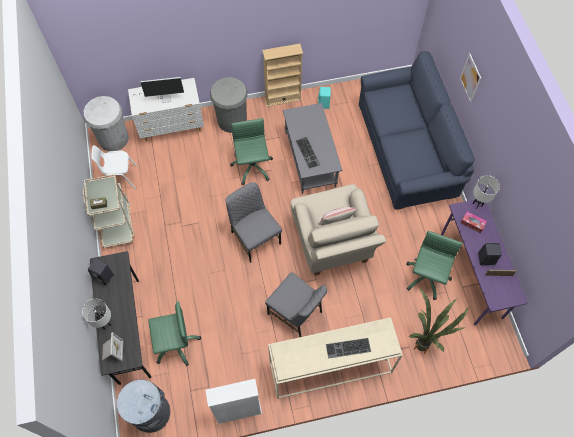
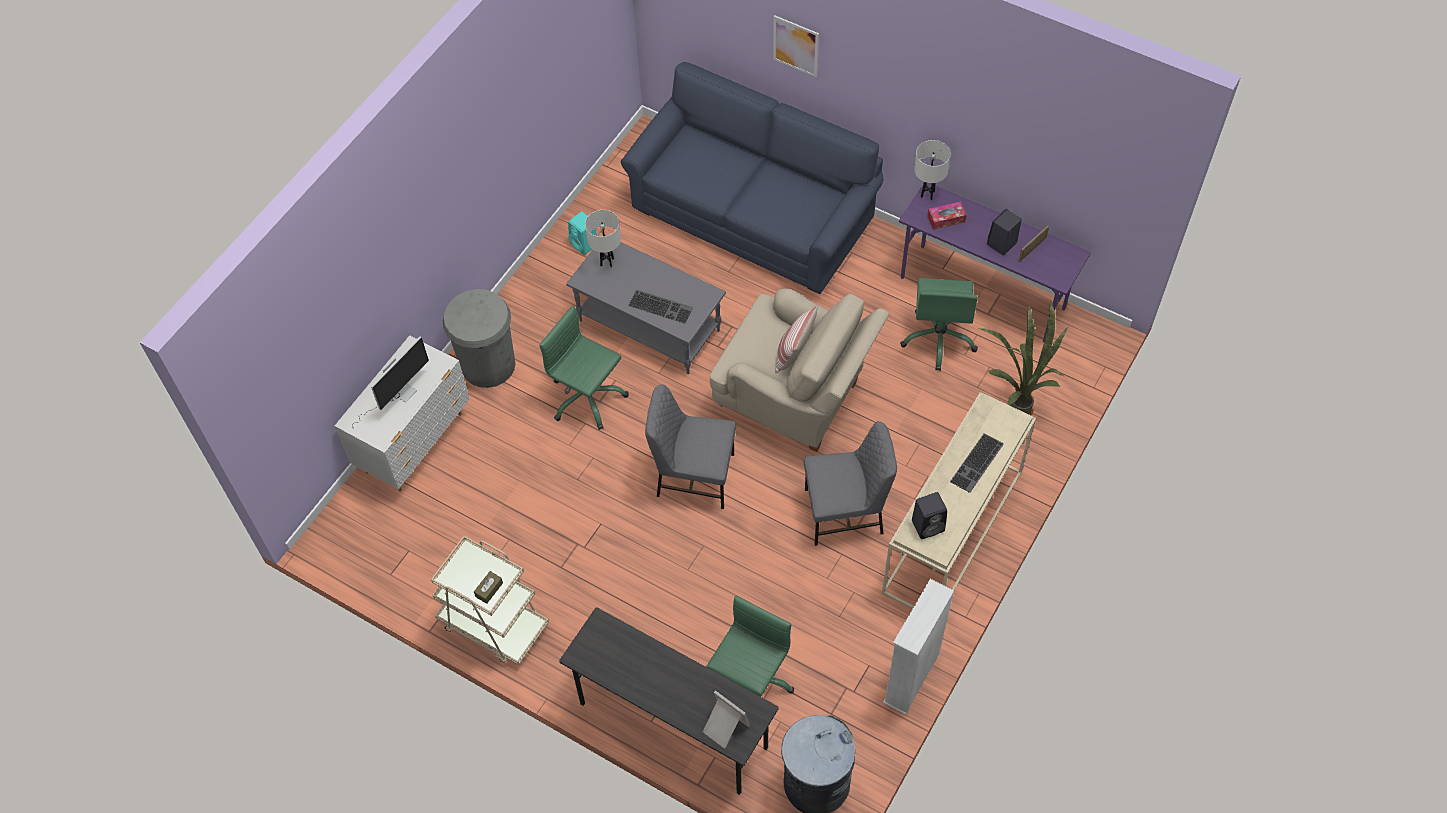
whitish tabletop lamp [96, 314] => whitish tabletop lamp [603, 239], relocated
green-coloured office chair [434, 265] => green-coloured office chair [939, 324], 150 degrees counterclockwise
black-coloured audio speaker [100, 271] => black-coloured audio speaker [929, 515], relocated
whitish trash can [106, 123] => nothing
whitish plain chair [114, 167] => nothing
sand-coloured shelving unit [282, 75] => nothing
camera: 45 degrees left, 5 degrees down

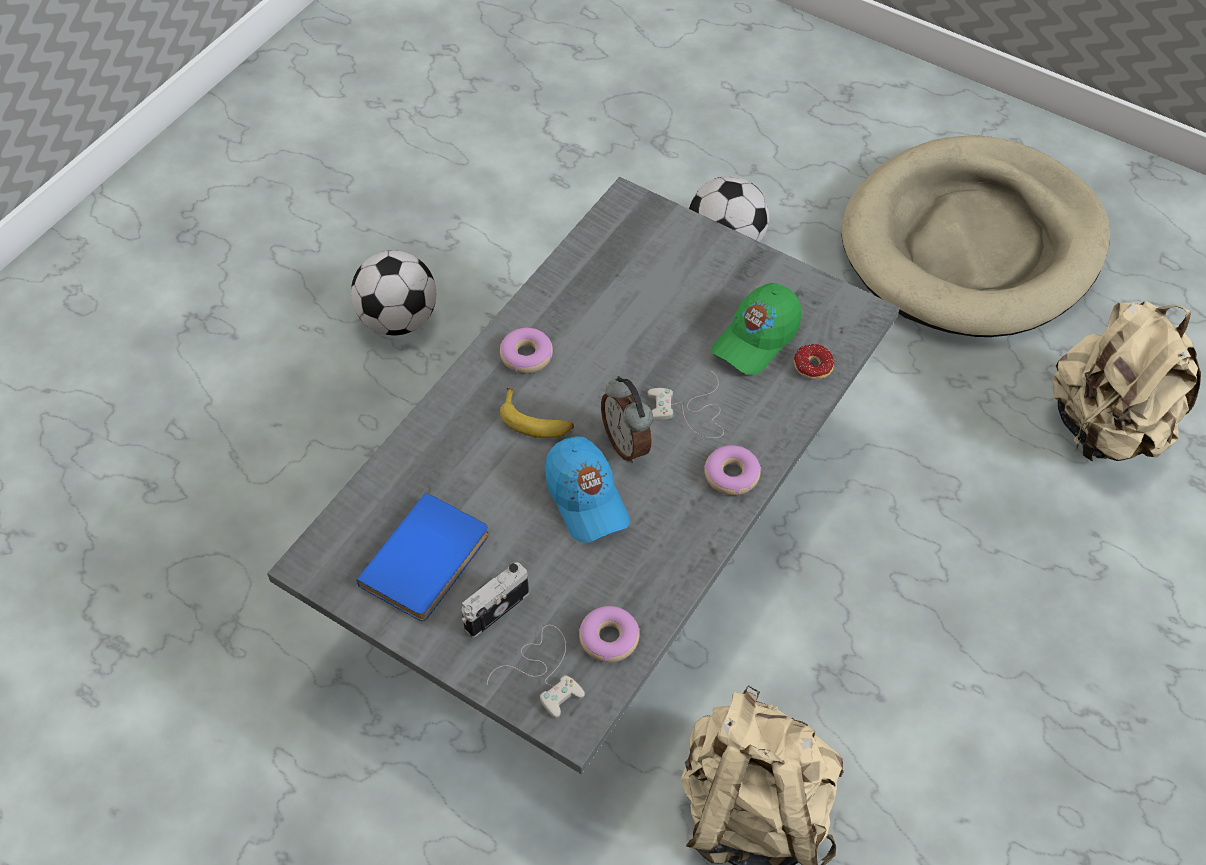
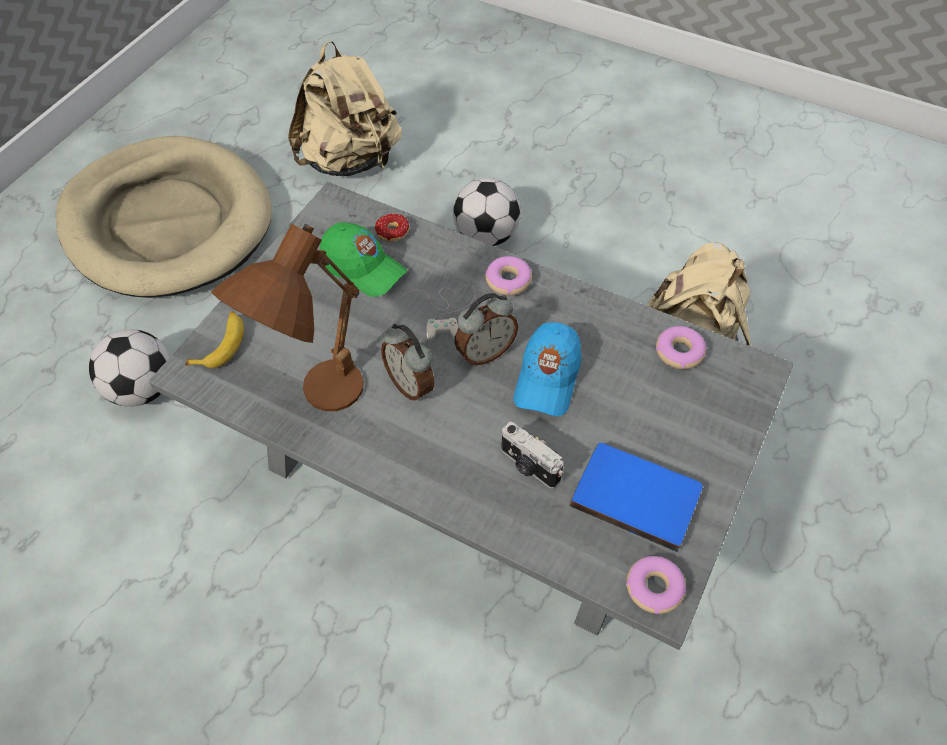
banana fruit [537, 413] => banana fruit [214, 339], relocated
nothing => brown-coloured tabletop lamp [287, 317]
nothing => table clock [407, 363]
football ball [393, 293] => football ball [487, 212], relocated
still camera [495, 600] => still camera [532, 455], relocated
blue peaked cap [587, 489] => blue peaked cap [547, 369], 135 degrees clockwise
donut [526, 350] => donut [656, 585], relocated
whitish joypad [536, 671] => nothing
camera: 95 degrees left, 0 degrees up

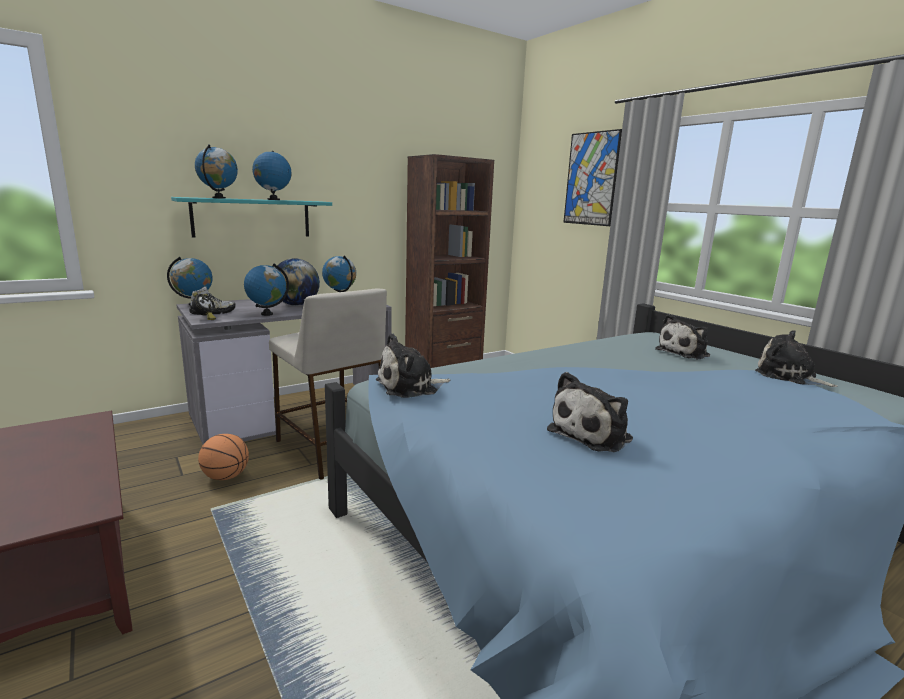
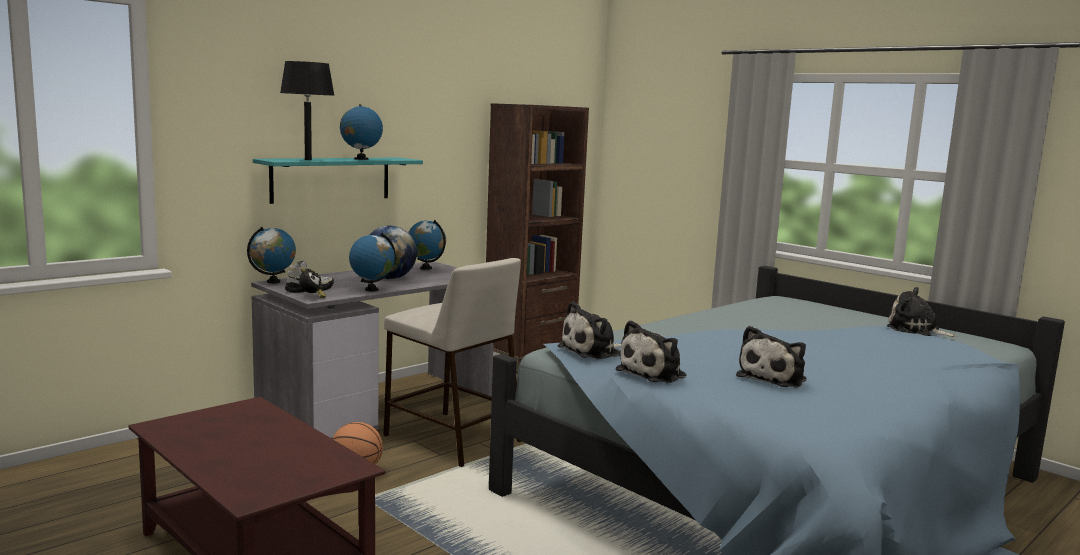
desk globe [216, 171] => black-coloured tabletop lamp [307, 110]
plush toy [682, 336] => plush toy [651, 351], relocated
wall art [592, 177] => nothing
camera: 10 degrees left, 5 degrees down

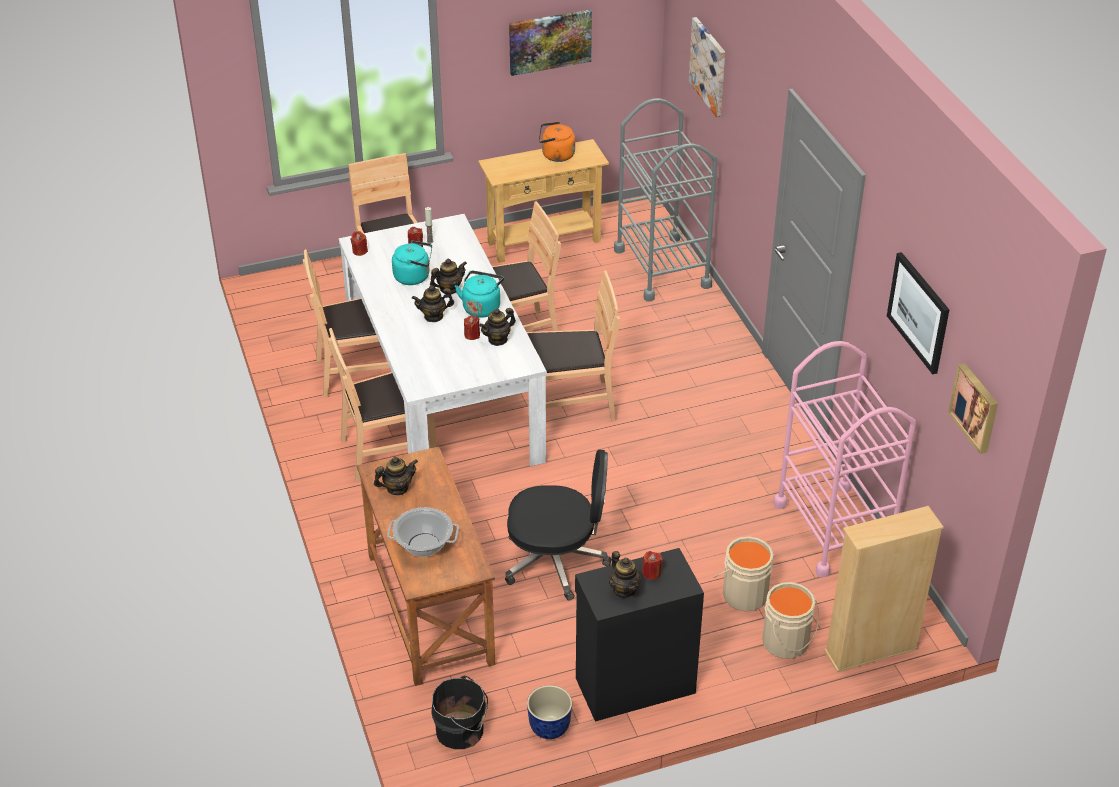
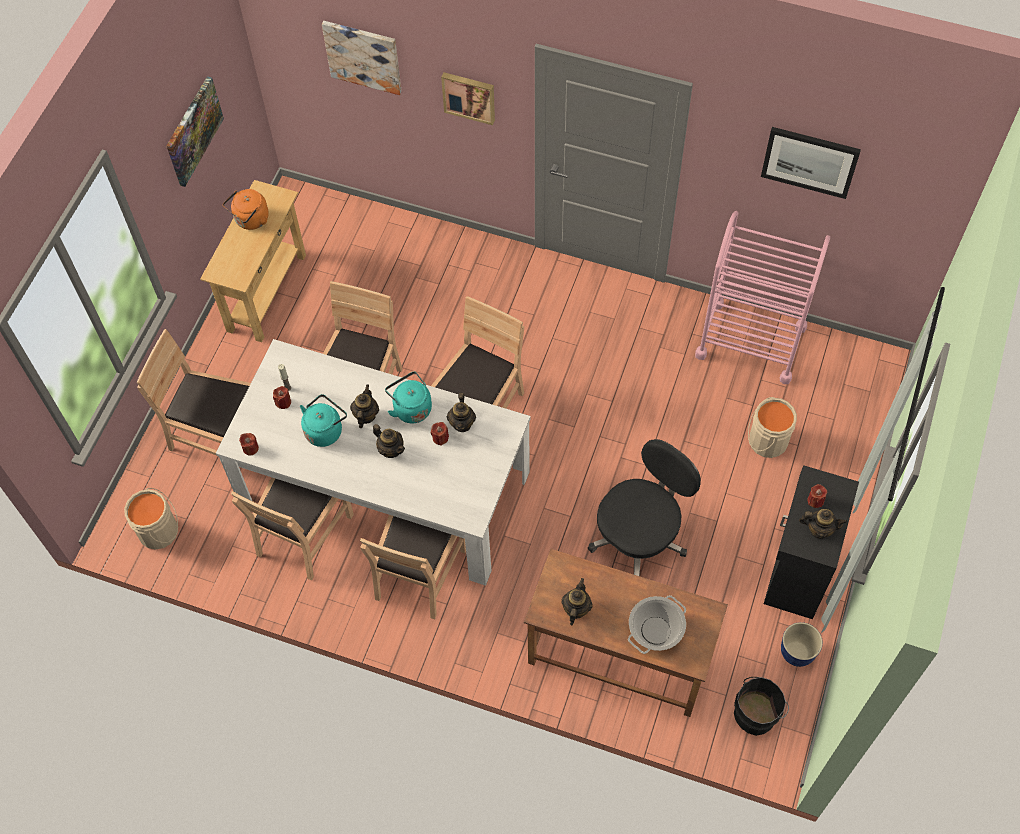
sand-coloured water bucket [790, 620] => sand-coloured water bucket [151, 519], relocated
teapot [433, 304] => teapot [389, 441], 75 degrees counterclockwise
wall art [973, 408] => wall art [468, 98], relocated
greyish trolley [665, 199] => nothing
sand-coloured shelving unit [884, 589] => nothing
camera: 50 degrees left, 20 degrees up

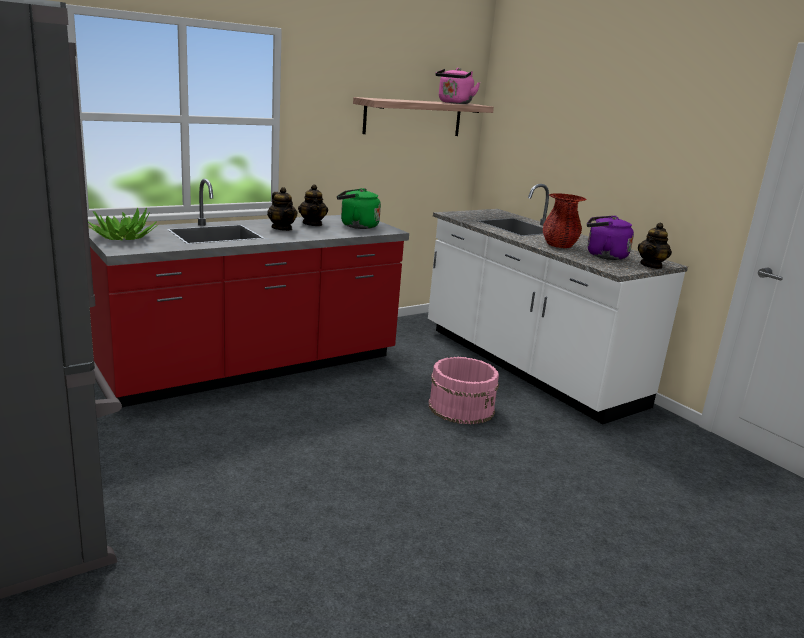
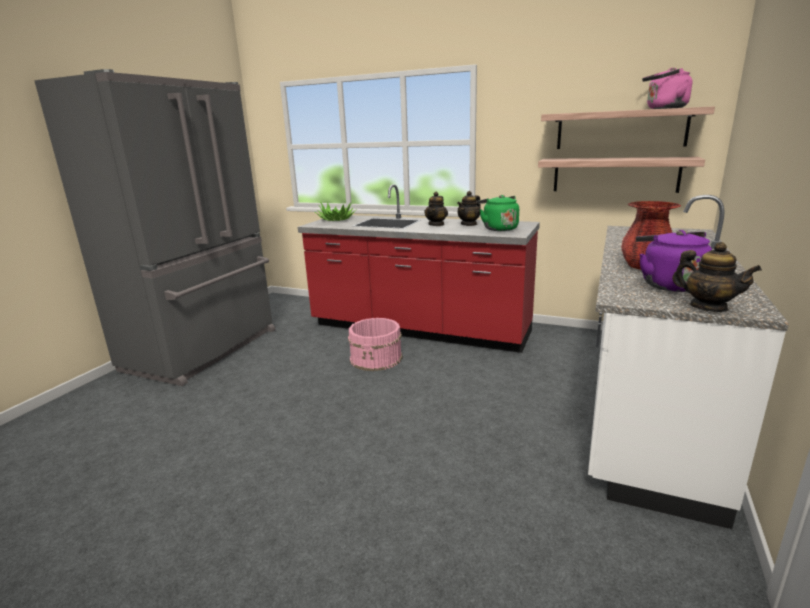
pink-coloured water bucket [463, 391] => pink-coloured water bucket [375, 344], relocated
nothing => bracket shelf [621, 175]
teapot [655, 245] => teapot [717, 277], 135 degrees counterclockwise
camera: 60 degrees right, 0 degrees up

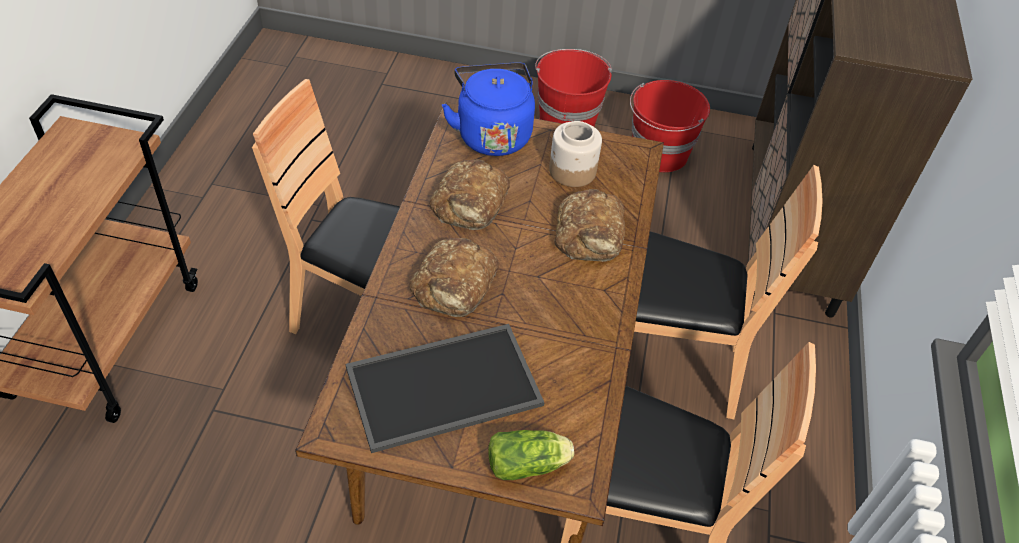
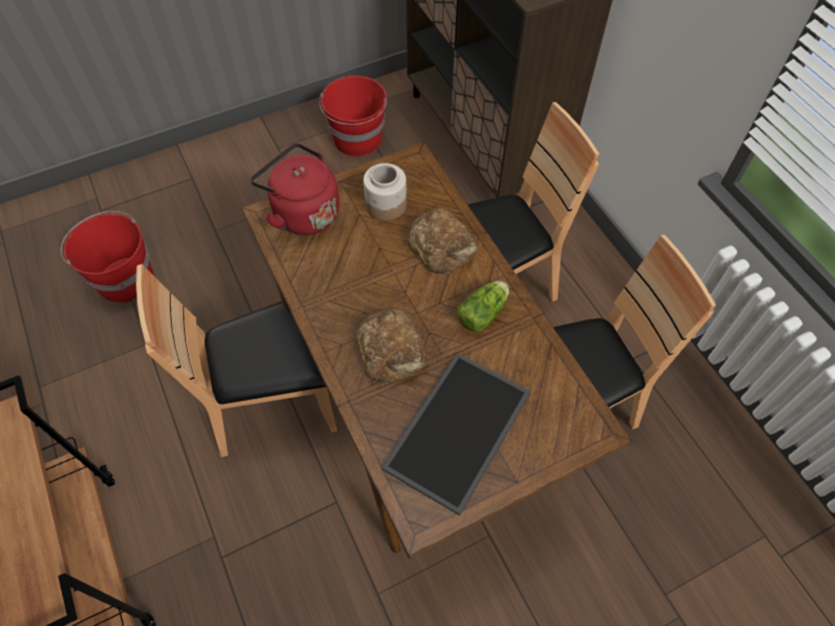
red water bucket [573, 88] => red water bucket [107, 257], relocated
blue tea kettle [488, 109] => red tea kettle [295, 189]
head of lettuce [531, 455] => head of lettuce [483, 306], relocated
bakery bread [469, 195] => nothing
camera: 35 degrees left, 10 degrees up

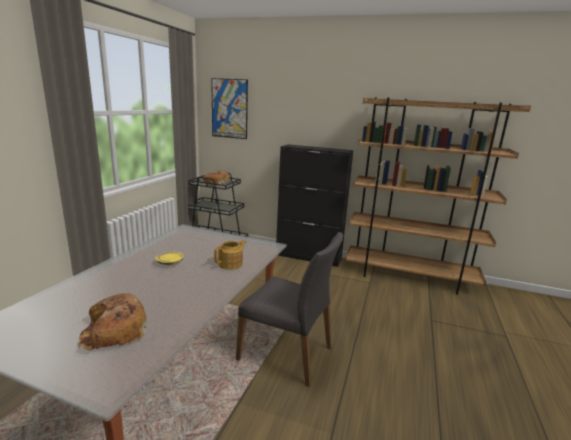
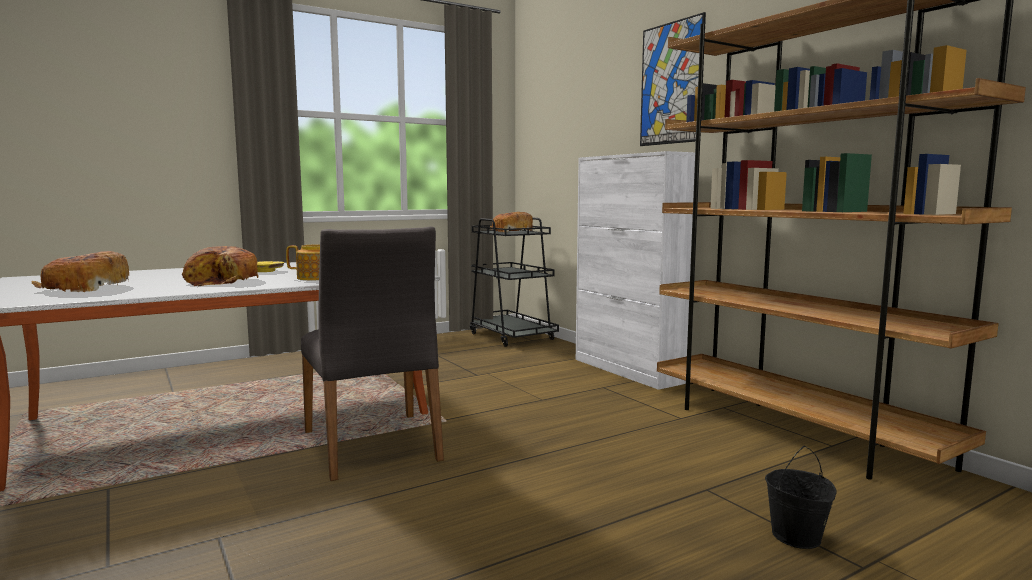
nothing => bakery bread [220, 266]
black-coloured storage cabinet [314, 205] => whitish storage cabinet [635, 270]
wall art [229, 108] => wall art [673, 79], relocated
nothing => black-coloured water bucket [801, 497]
camera: 40 degrees right, 10 degrees down

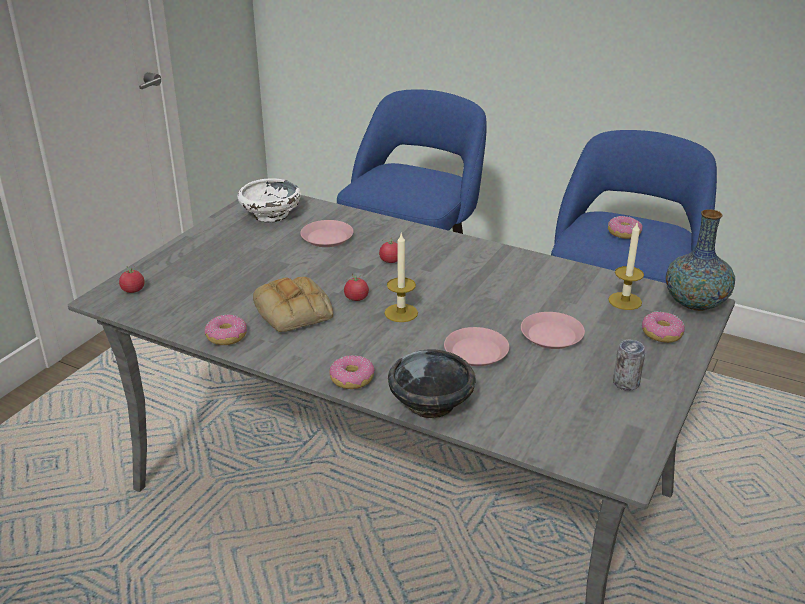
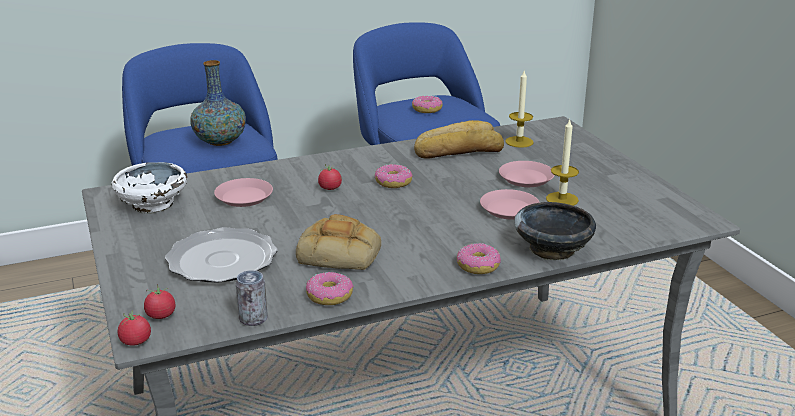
fresh tomato [356, 287] => fresh tomato [134, 328], relocated
nothing => flat dish [221, 255]
vase [700, 260] => vase [218, 103], relocated
metal can [629, 365] => metal can [252, 298], relocated
donut [663, 327] => donut [394, 176], relocated
nothing => bakery bread [459, 139]
candle [401, 277] => candle [562, 162], relocated
camera: 50 degrees left, 5 degrees down

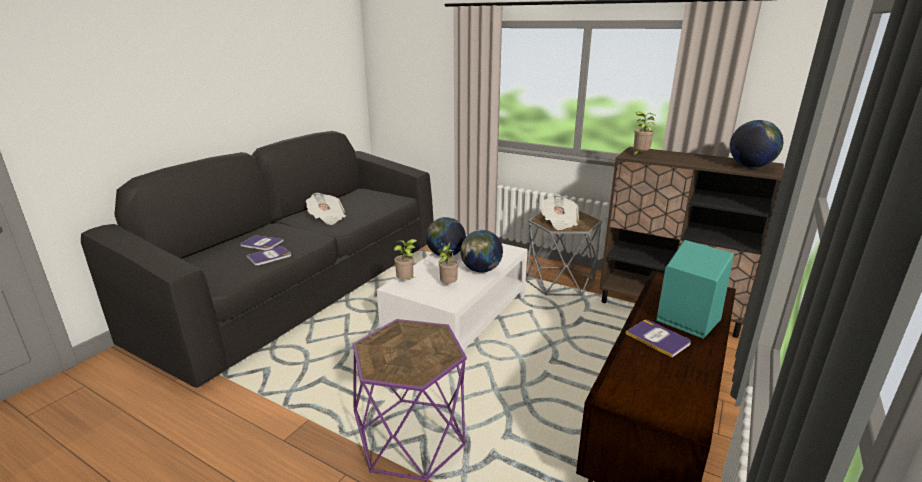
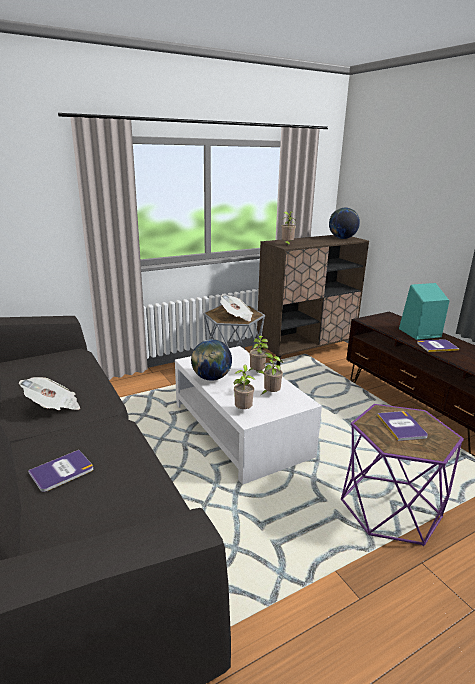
desk globe [481, 251] => houseplant [258, 354]
book [268, 256] => book [402, 426], relocated
camera: 60 degrees left, 0 degrees up

